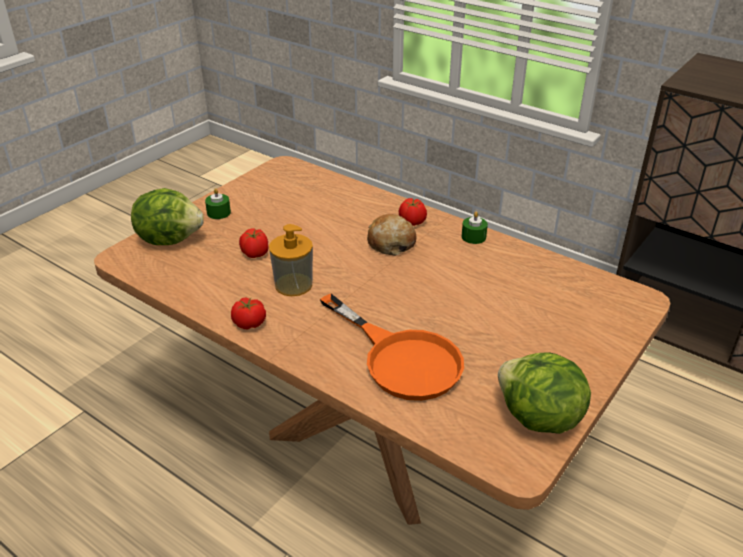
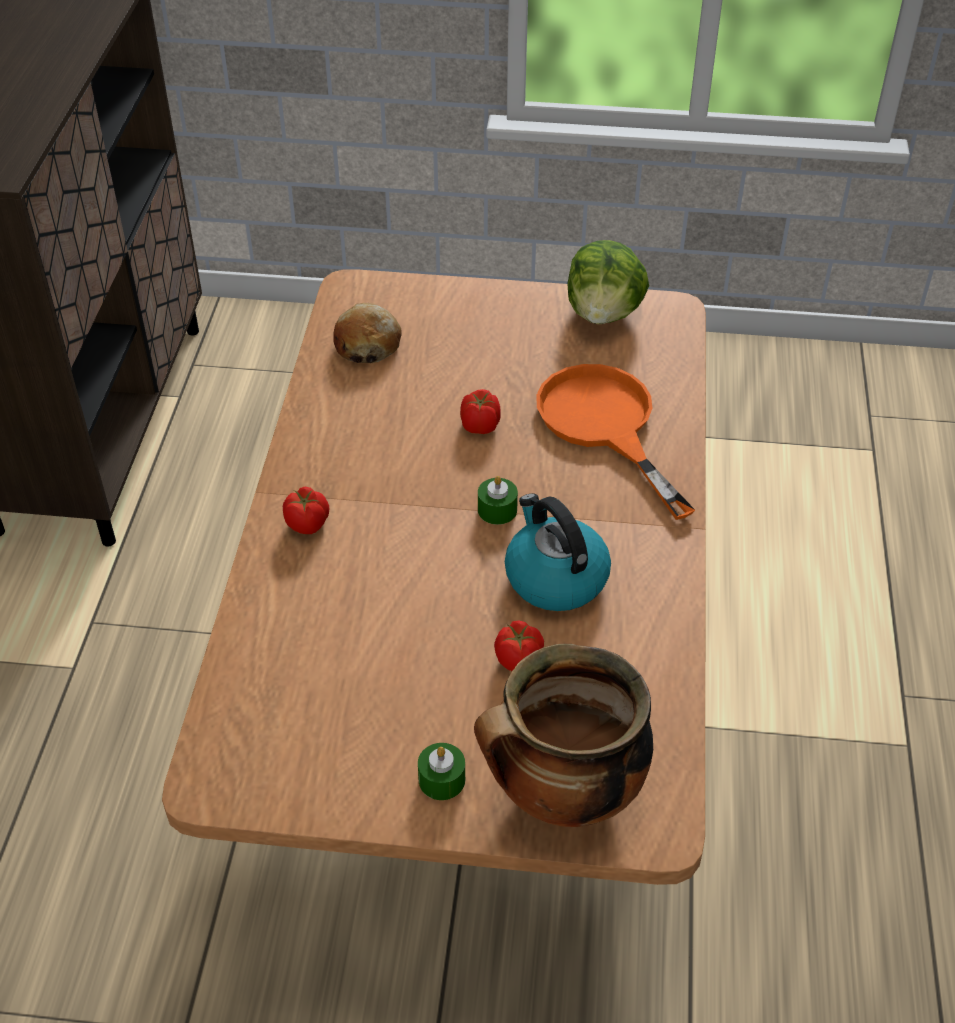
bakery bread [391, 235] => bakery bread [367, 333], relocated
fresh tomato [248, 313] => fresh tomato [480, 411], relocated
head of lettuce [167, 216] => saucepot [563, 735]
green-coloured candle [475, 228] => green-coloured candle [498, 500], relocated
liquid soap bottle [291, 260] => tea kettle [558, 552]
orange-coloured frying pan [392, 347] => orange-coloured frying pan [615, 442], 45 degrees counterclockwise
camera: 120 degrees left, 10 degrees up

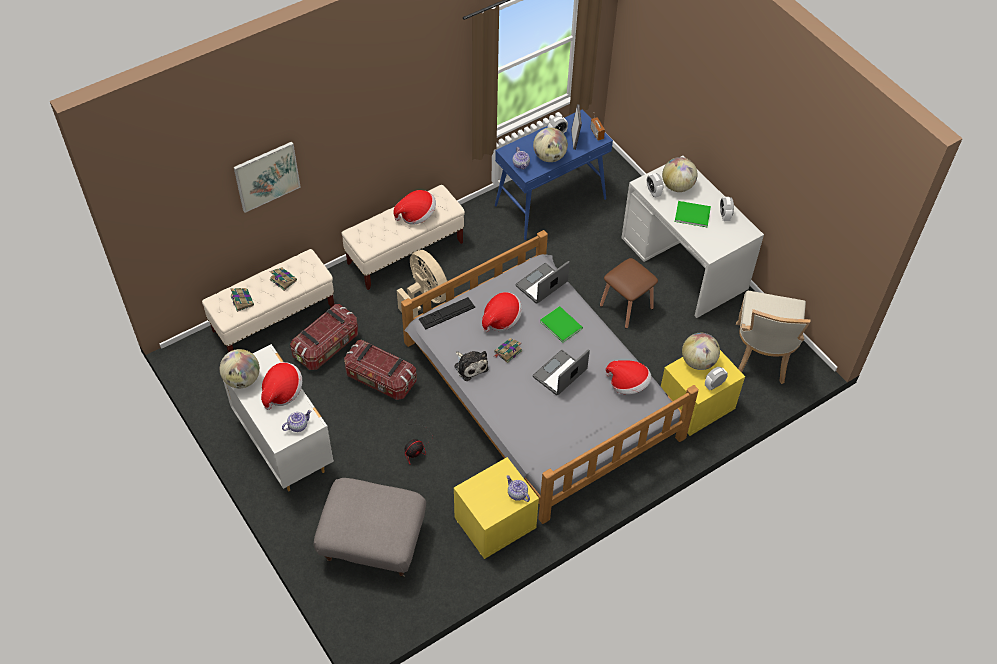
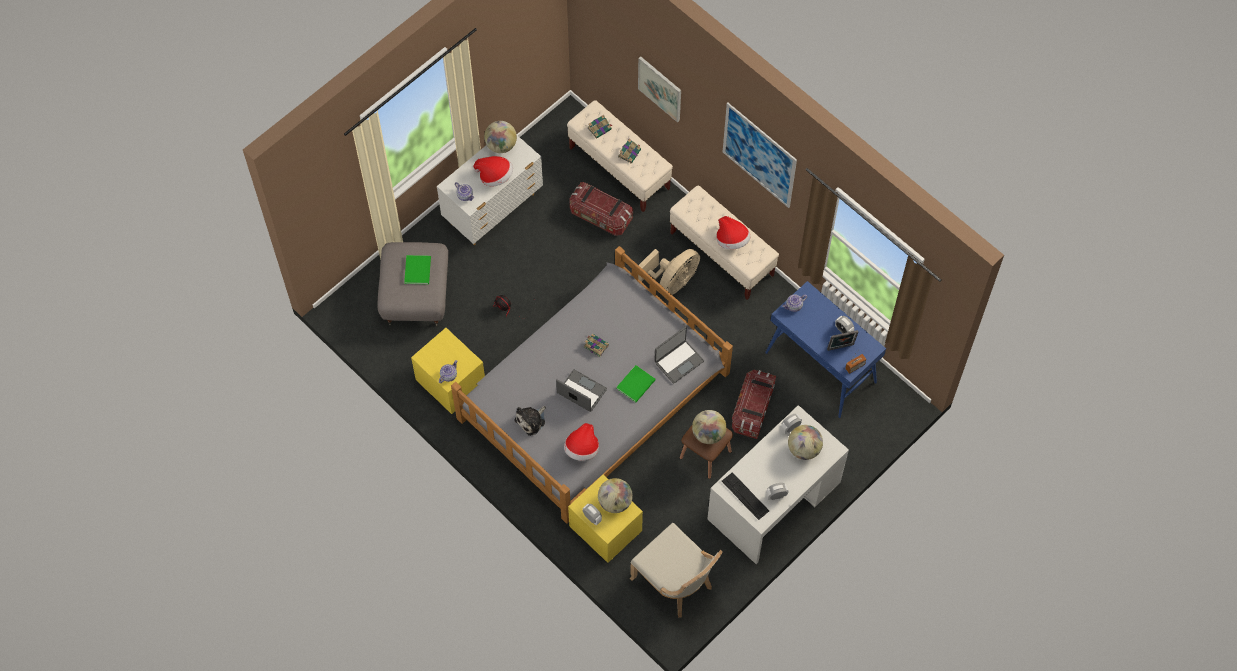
green-coloured book [693, 214] => green-coloured book [417, 269], relocated
plush toy [471, 366] => plush toy [530, 421], relocated
sand-coloured plain chair [773, 337] => sand-coloured plain chair [676, 570], 135 degrees counterclockwise
laptop [542, 282] => laptop [679, 355], 105 degrees clockwise
desk globe [550, 145] => desk globe [709, 427], relocated
computer keyboard [447, 313] => computer keyboard [745, 496], relocated
nothing => wall art [760, 155]
storage container [380, 370] => storage container [754, 404], relocated
clothing hat [502, 312] => nothing
camera: 80 degrees right, 10 degrees up

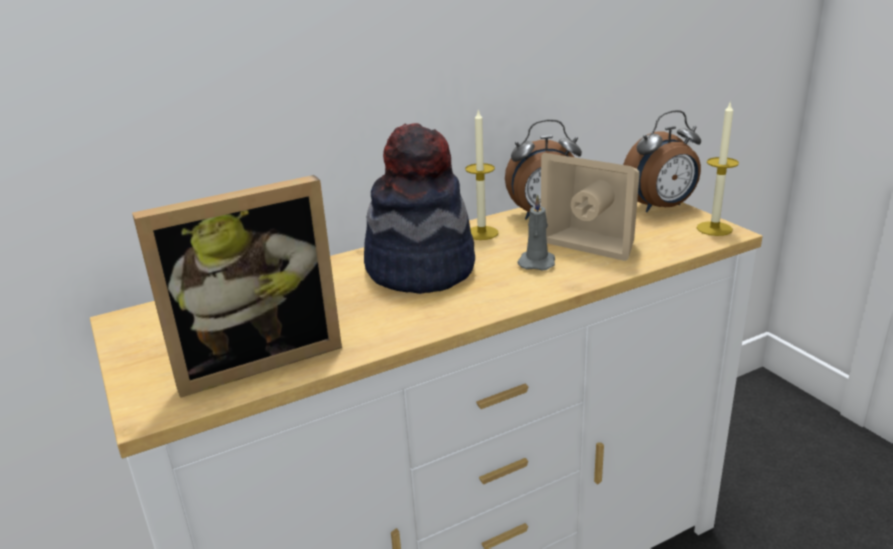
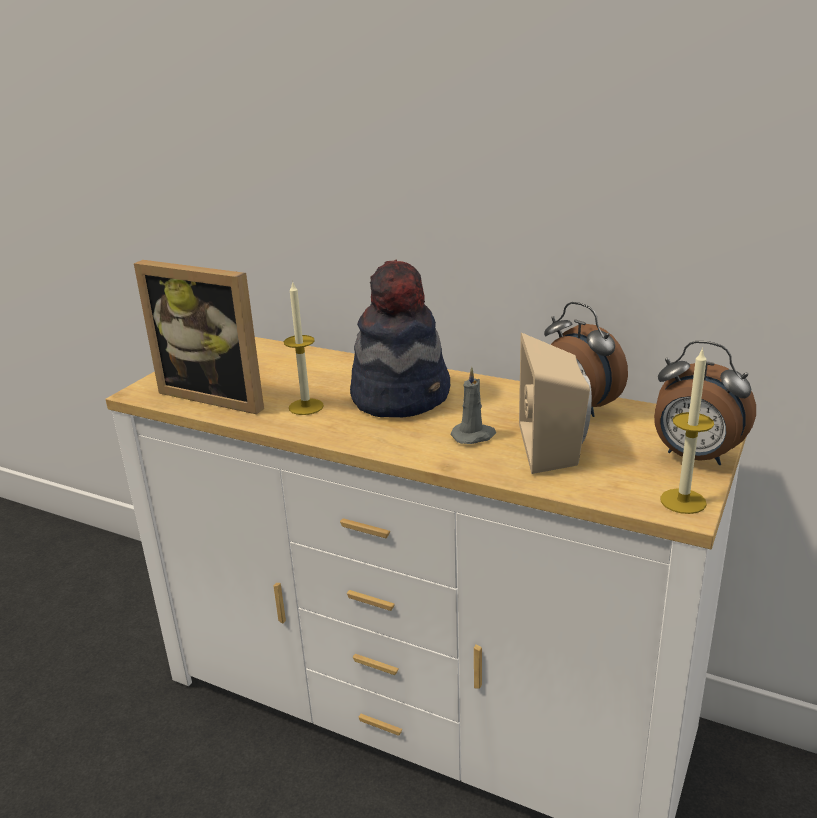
candle [482, 174] => candle [304, 348], relocated
camera: 55 degrees right, 0 degrees up

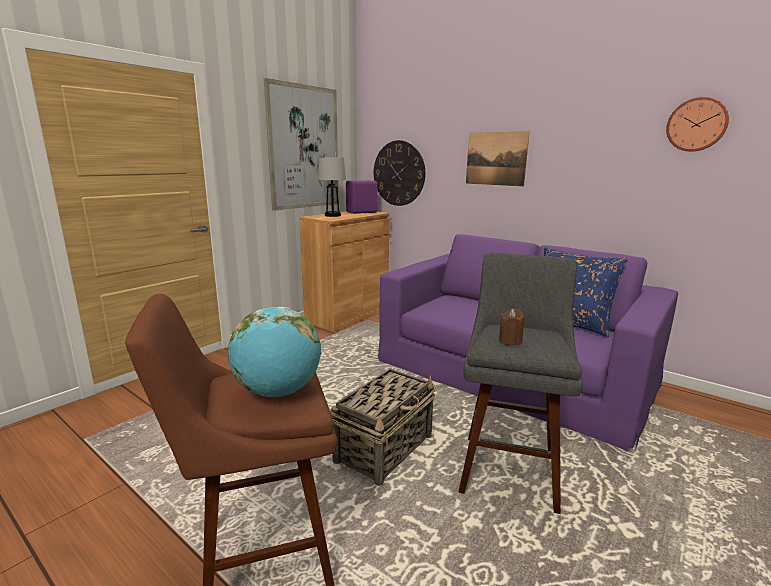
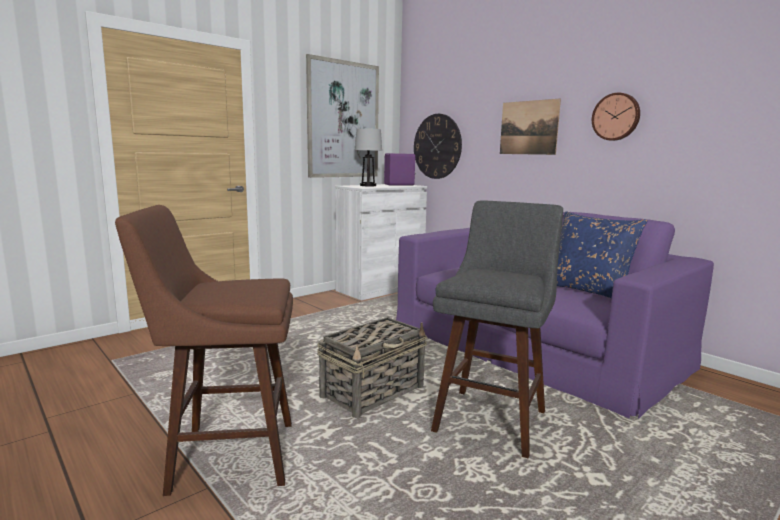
brown-coloured storage cabinet [345, 271] => whitish storage cabinet [381, 242]
clock on the wall [697, 124] => clock on the wall [616, 117], relocated
desk globe [274, 352] => nothing
brown-coloured candle [512, 326] => nothing
camera: 10 degrees right, 5 degrees down

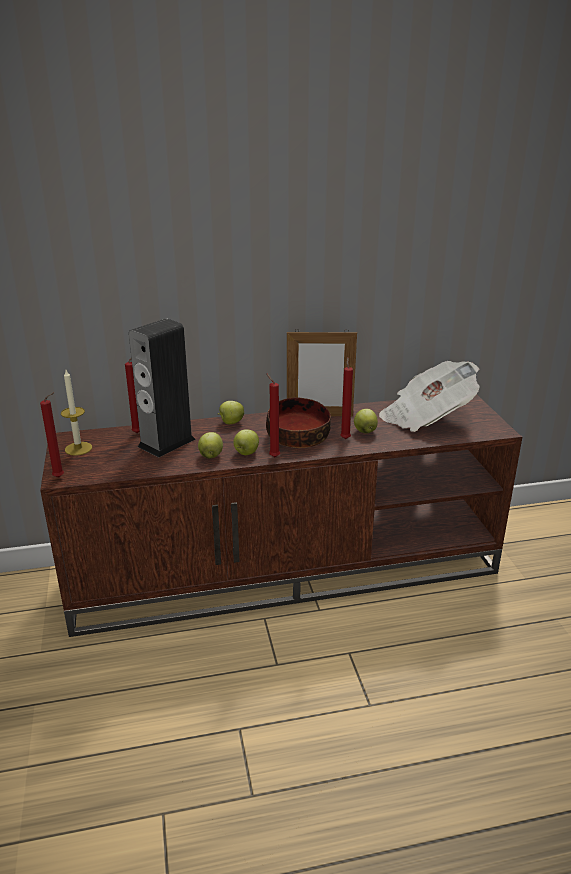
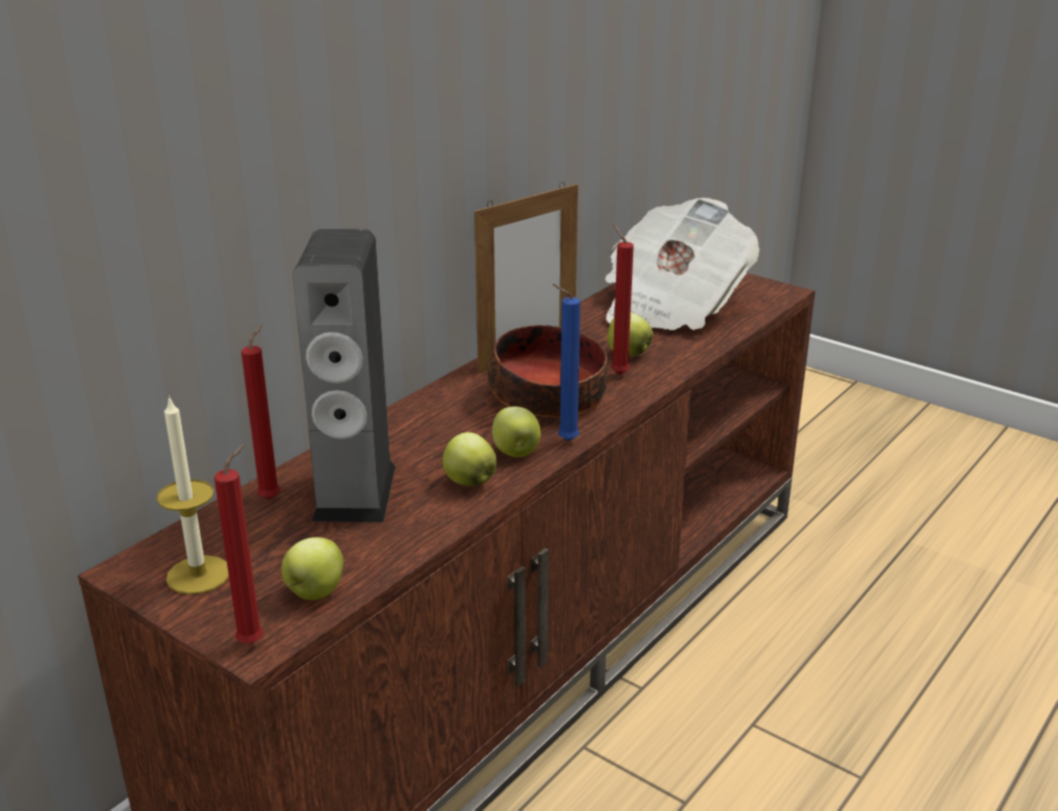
apple [231, 412] => apple [313, 568], relocated
red candle [273, 415] => blue candle [566, 362]
camera: 40 degrees left, 0 degrees up

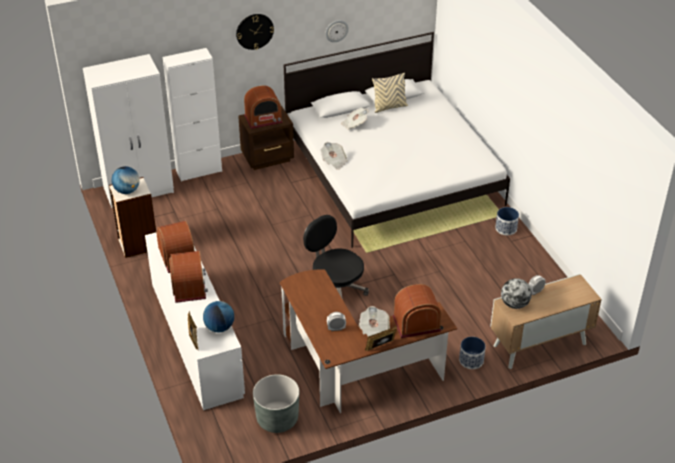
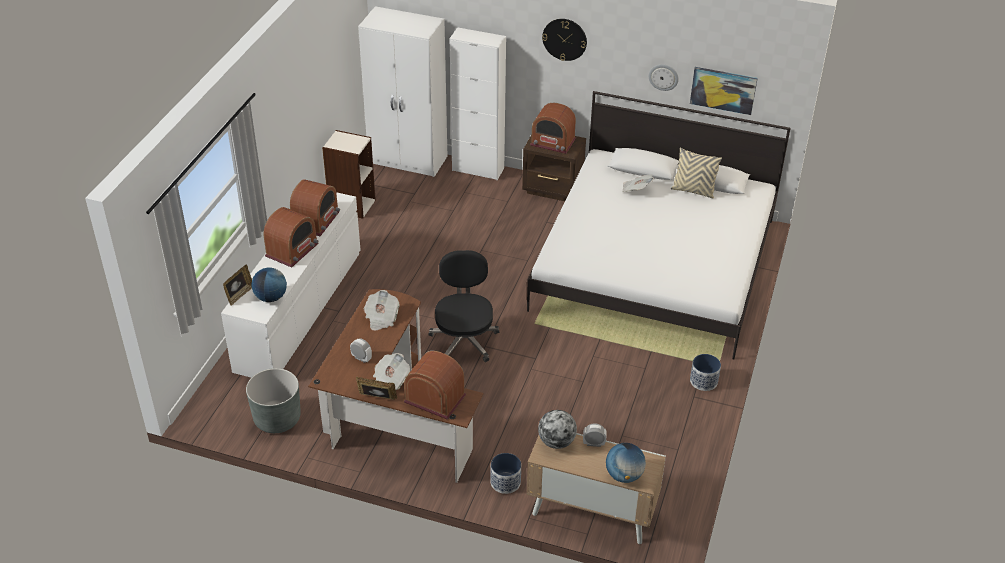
printed paper [334, 156] => printed paper [382, 310], relocated
desk globe [125, 180] => desk globe [626, 463], relocated
nothing => wall art [724, 91]
camera: 40 degrees right, 0 degrees up

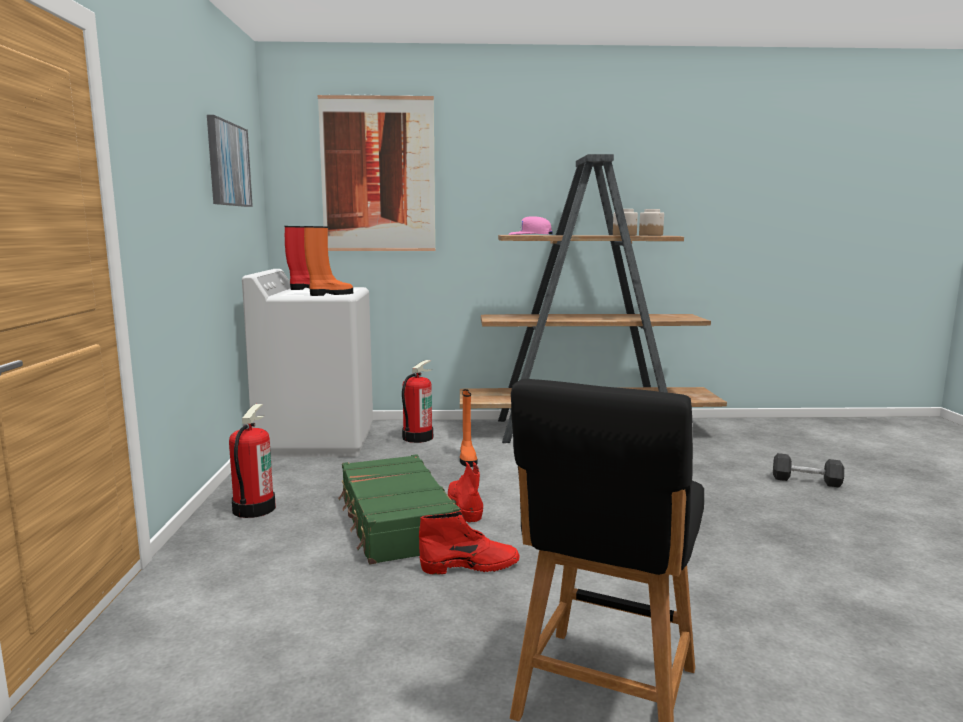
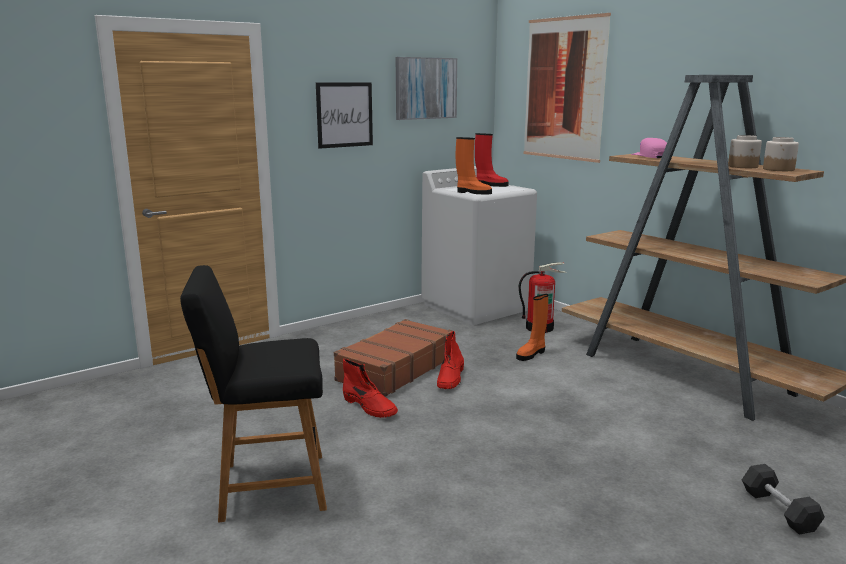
nothing => wall art [344, 116]
green-coloured travel case [399, 509] => brown-coloured travel case [393, 358]
red boot [465, 492] => red boot [450, 360], 150 degrees clockwise
extinguisher [252, 461] => nothing
camera: 55 degrees right, 5 degrees up

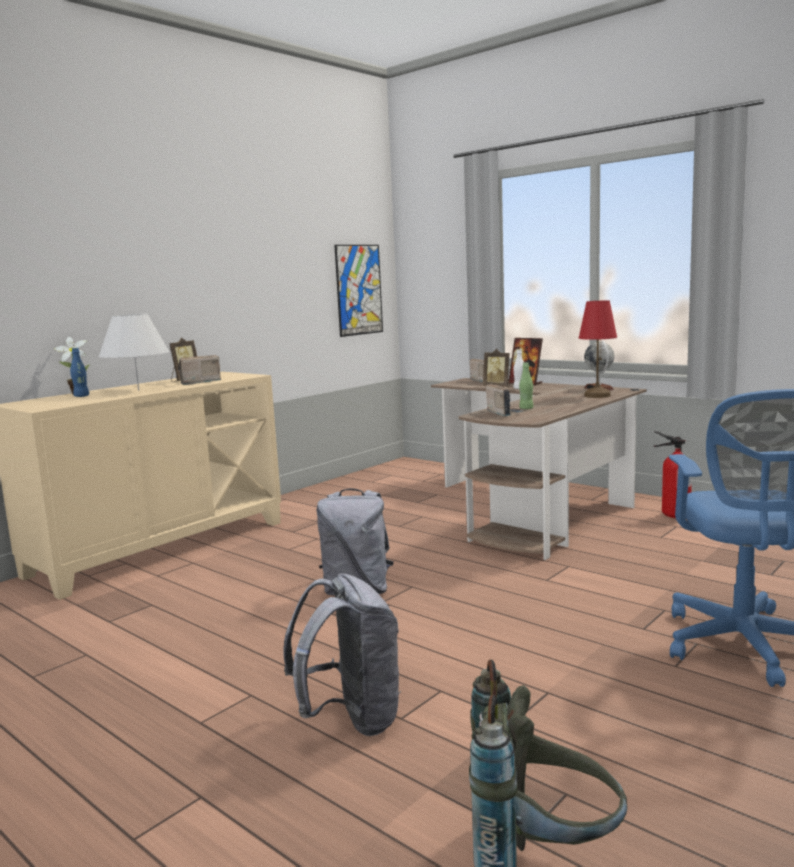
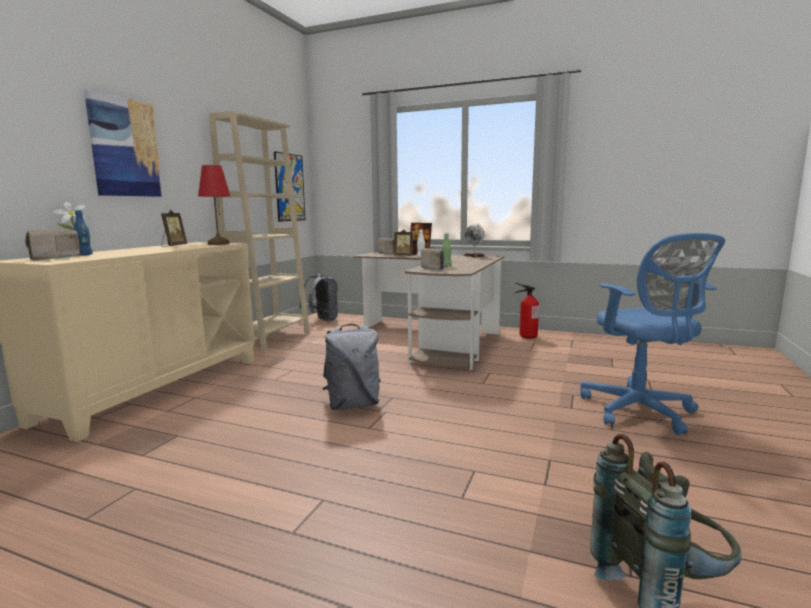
radio receiver [200, 370] => radio receiver [53, 245], relocated
nothing => wall art [123, 143]
red tabletop lamp [598, 349] => red tabletop lamp [214, 205], relocated
nothing => sand-coloured shelving unit [259, 231]
greyish rucksack [342, 654] => greyish rucksack [318, 297], relocated
whitish tabletop lamp [134, 352] => nothing
camera: 20 degrees left, 0 degrees up

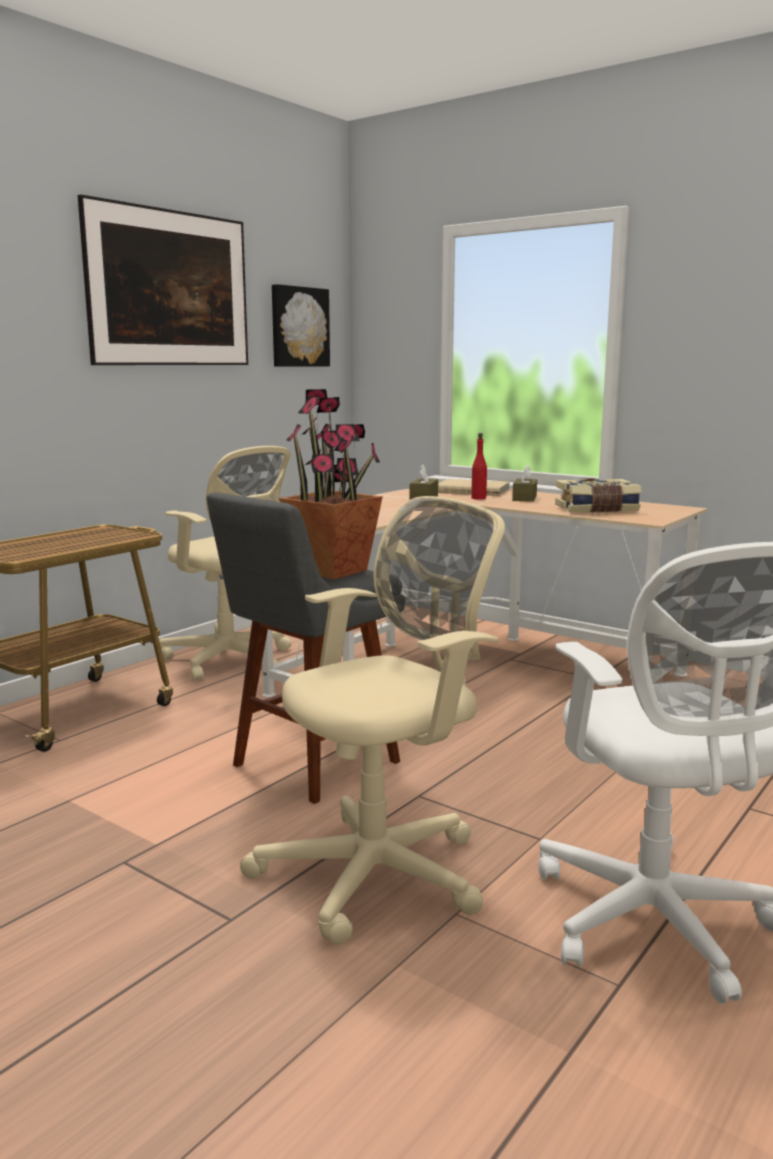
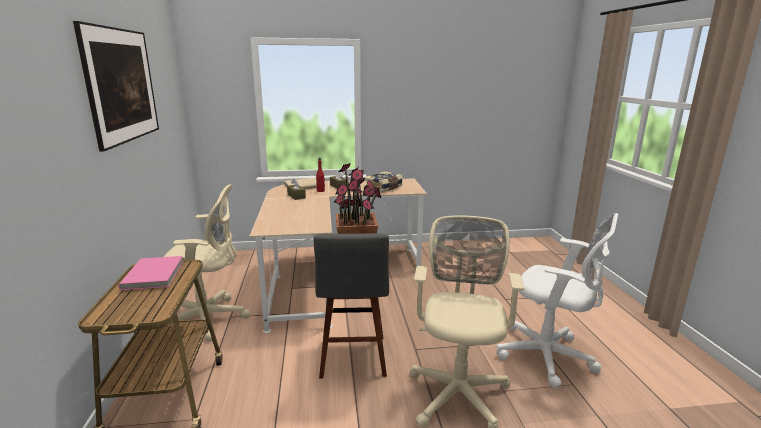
nothing => pink-coloured book [151, 273]
wall art [301, 325] => nothing
camera: 45 degrees left, 5 degrees up

